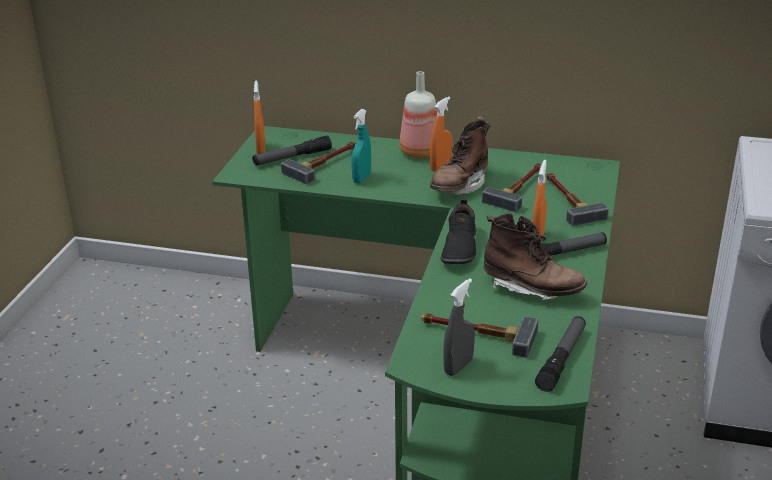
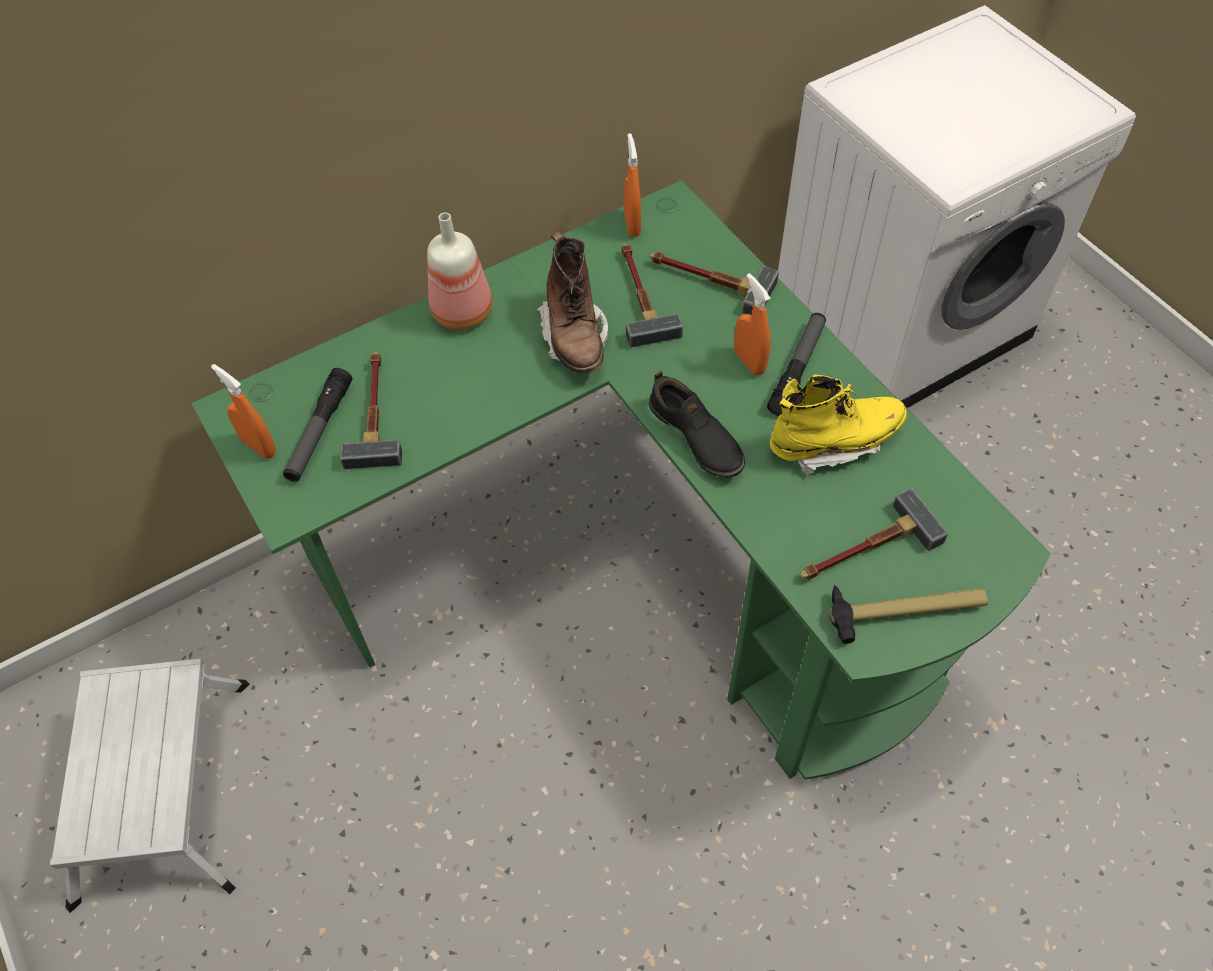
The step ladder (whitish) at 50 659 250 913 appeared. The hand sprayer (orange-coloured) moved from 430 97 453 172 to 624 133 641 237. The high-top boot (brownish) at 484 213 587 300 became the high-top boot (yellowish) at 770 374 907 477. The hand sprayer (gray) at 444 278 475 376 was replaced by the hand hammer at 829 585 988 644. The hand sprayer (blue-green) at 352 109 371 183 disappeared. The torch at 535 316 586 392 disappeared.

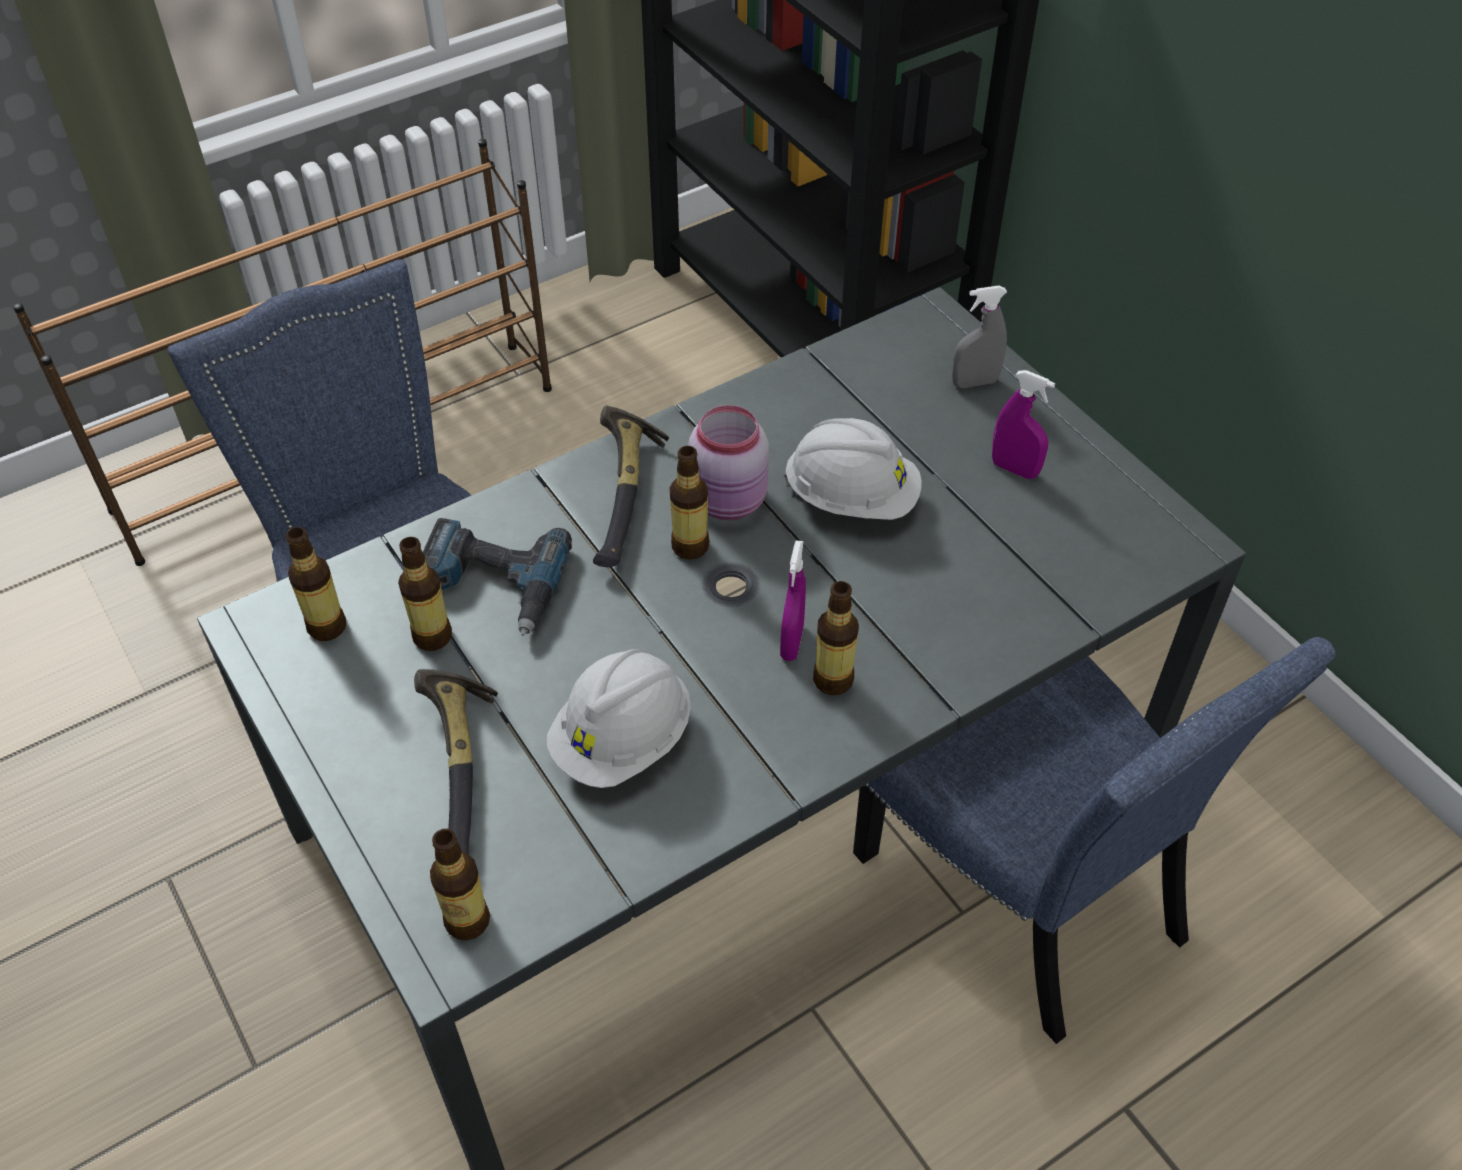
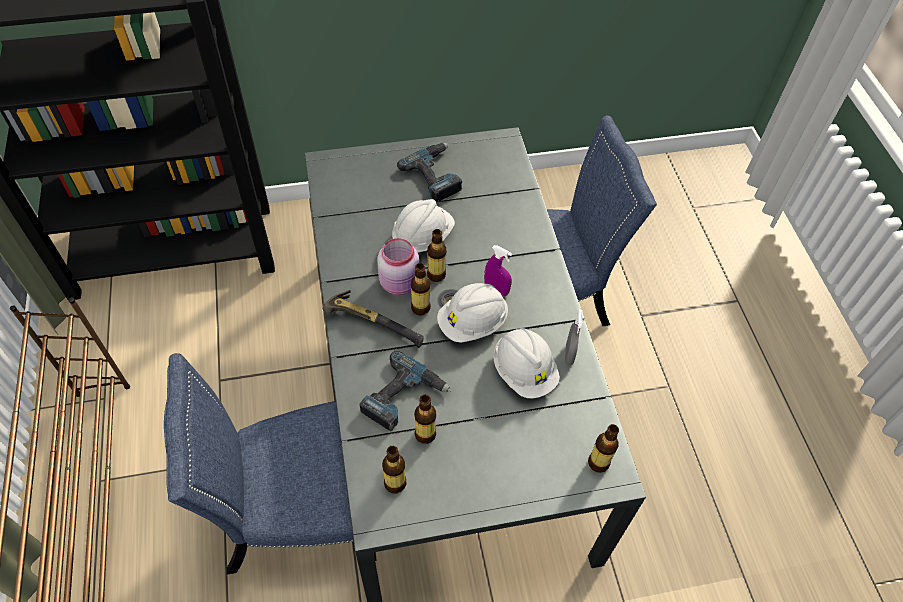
The hand sprayer (purple) at 992 370 1055 479 was replaced by the power drill at 397 143 463 202. The bottle moved from 813 581 859 695 to 427 229 446 282. The safety helmet (whitish) at 437 283 508 343 appeared. The hand sprayer (gray) moved from 952 285 1007 388 to 565 310 583 365. The hand hammer at 414 669 498 854 disappeared.

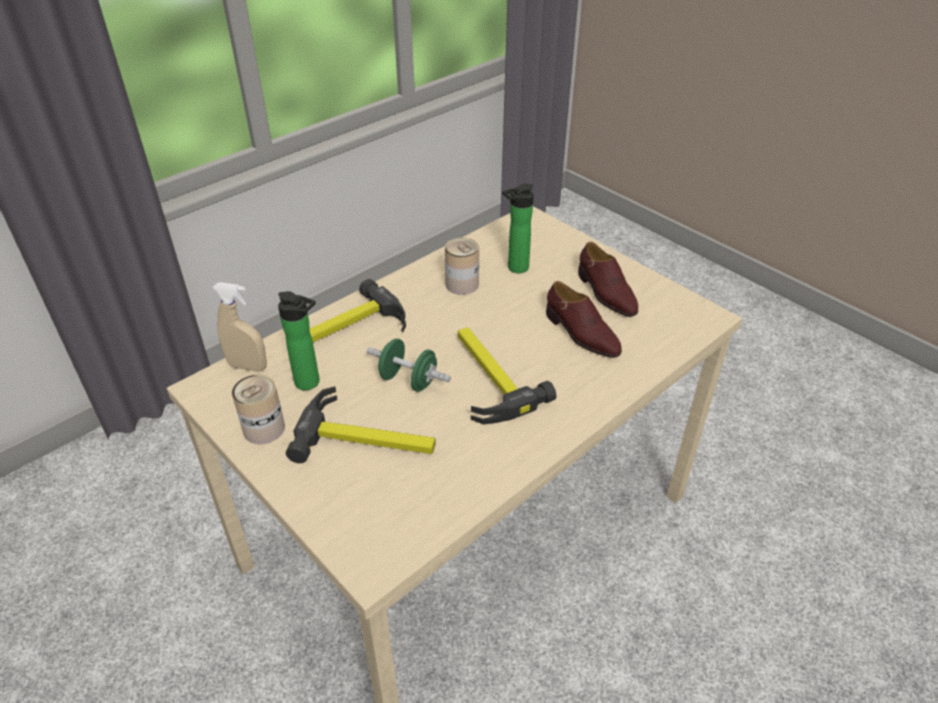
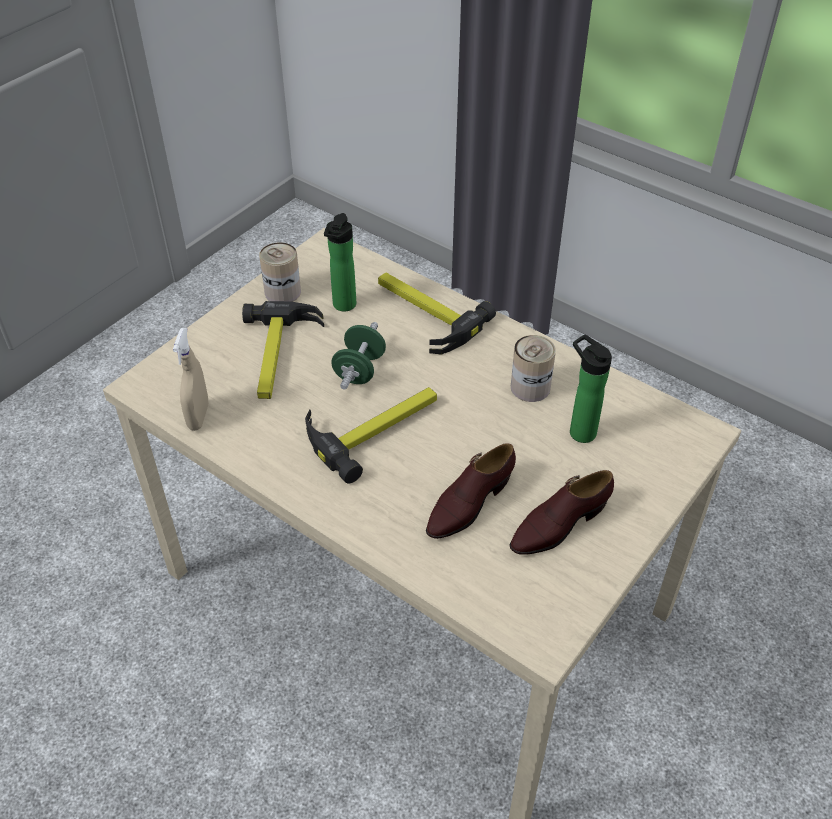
The hand sprayer (sand-coloured) moved from 213 282 267 372 to 173 328 209 431.

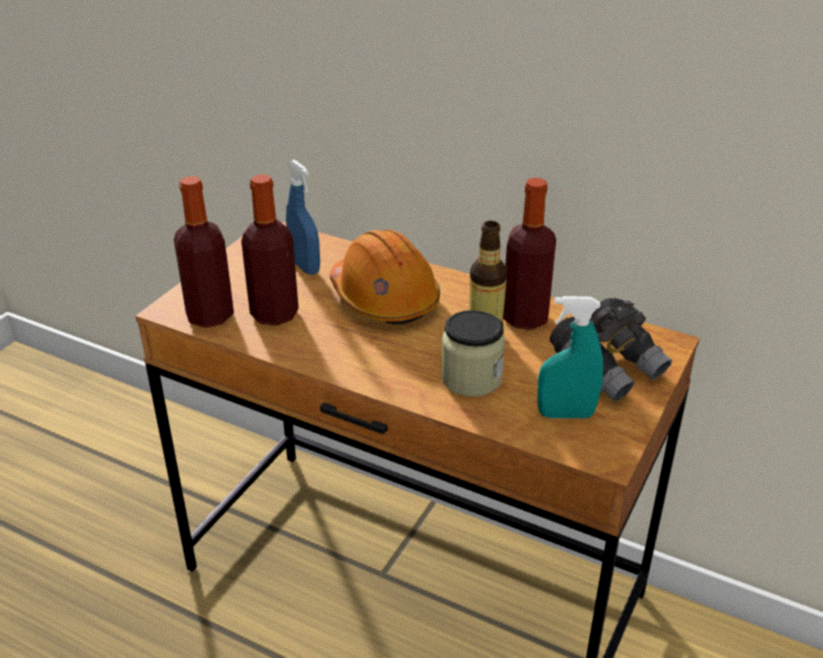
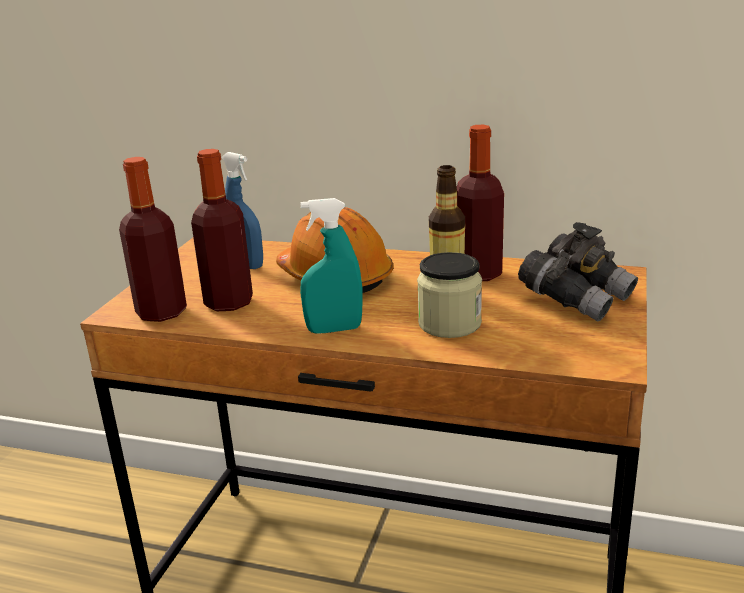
The hand sprayer (blue-green) moved from 537 296 603 418 to 300 198 363 334.

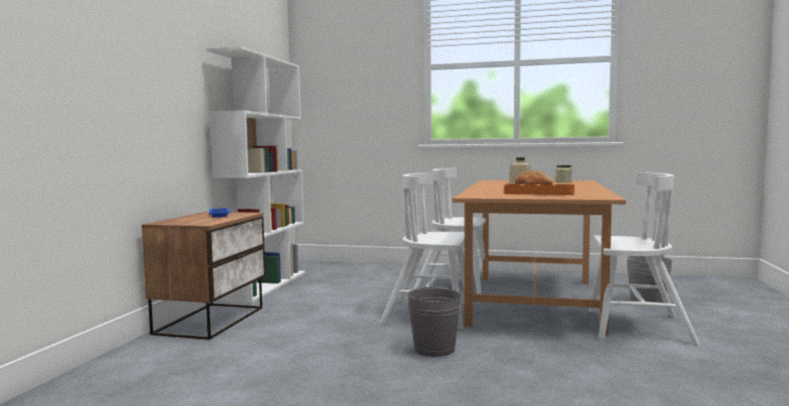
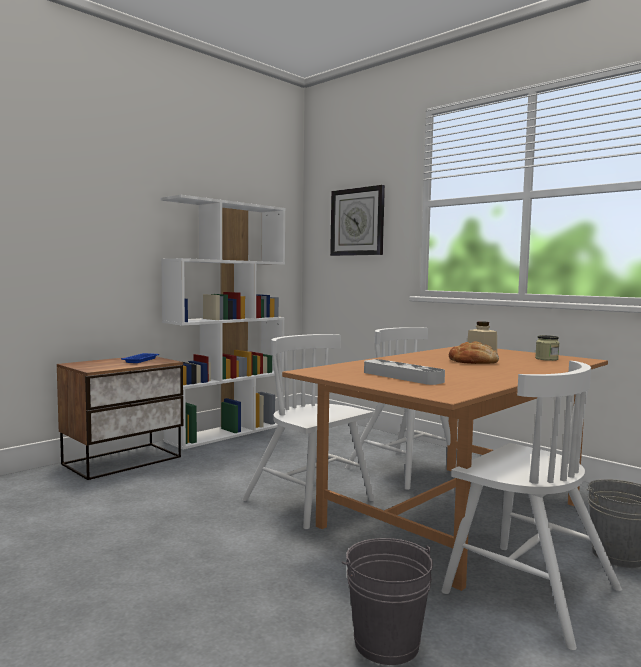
The wall clock at 330 185 385 256 appeared. The water bucket (gray) moved from 407 285 462 357 to 342 538 433 665. The serving tray (orange-coloured) at 504 184 575 195 became the serving tray (gray) at 364 359 445 385.

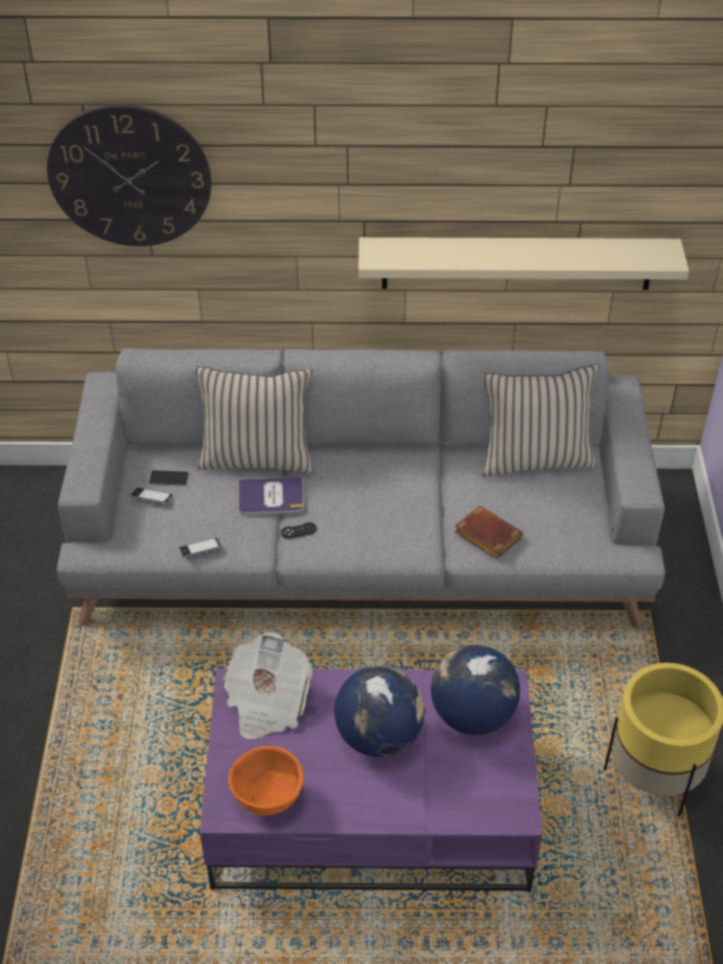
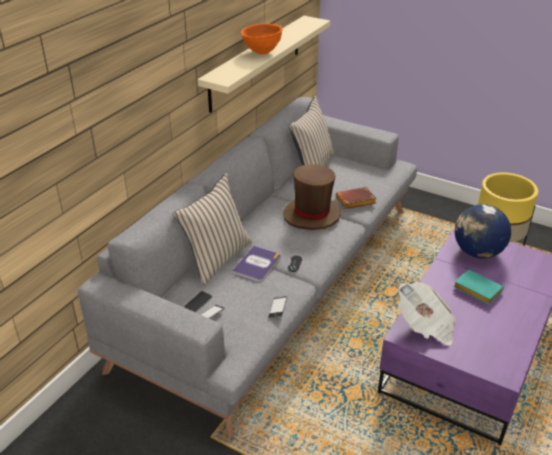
The serving bowl (orange-coloured) moved from 228 746 304 816 to 241 23 283 54. The wearable hat (brownish) at 283 165 341 230 appeared. The globe at 334 666 425 757 was replaced by the volume (blue-green) at 453 270 504 305. The wall clock at 47 104 212 246 disappeared.

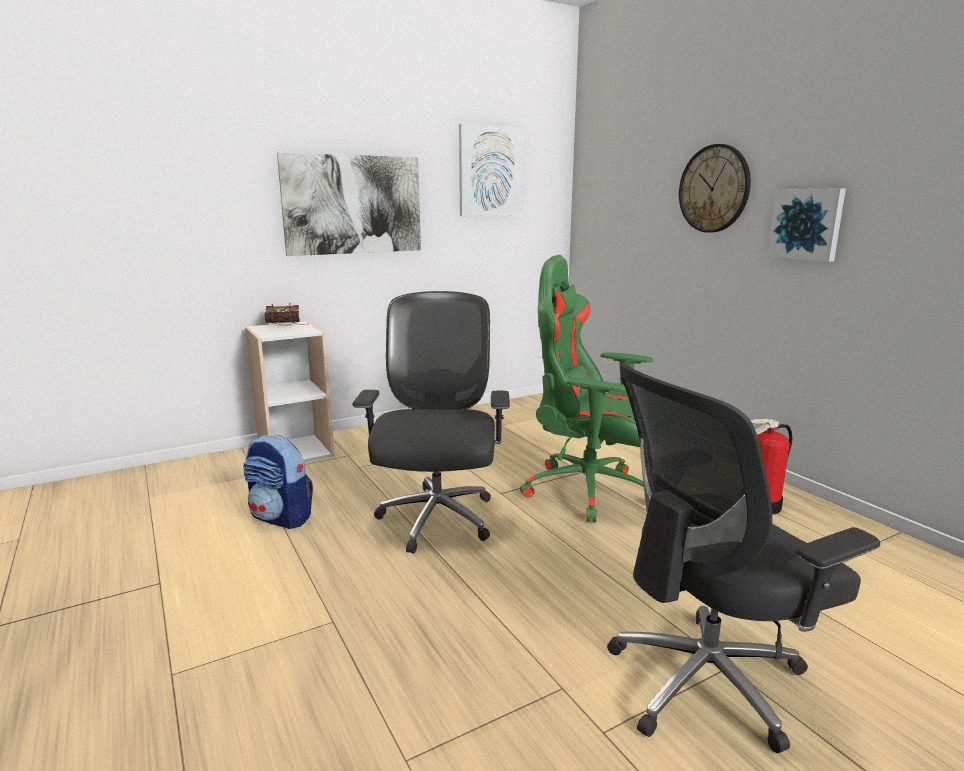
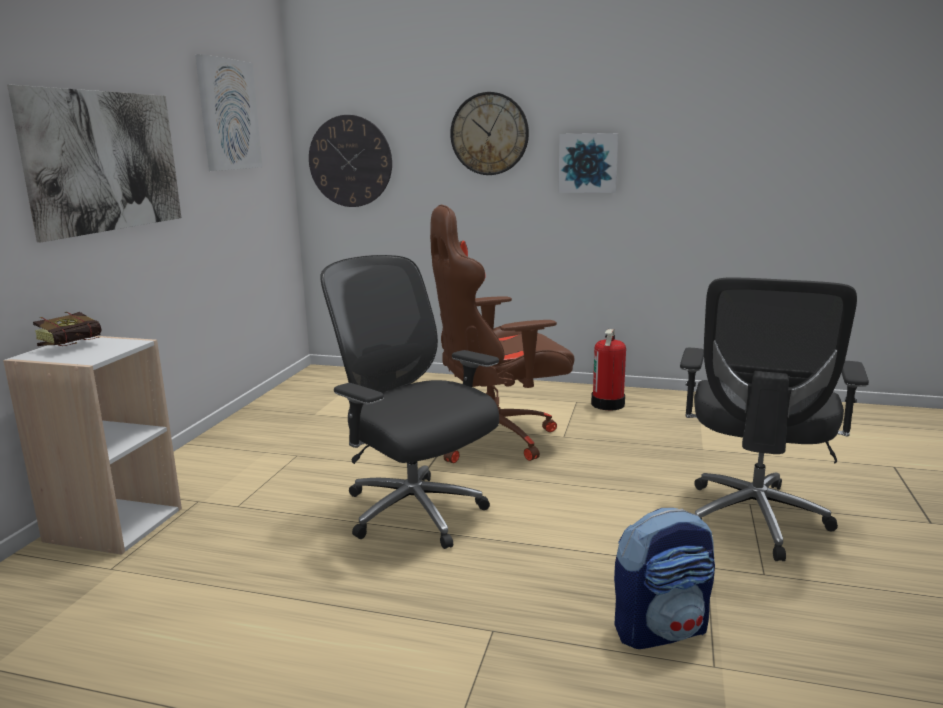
The wall clock at 309 115 392 207 appeared. The office chair (green) at 520 255 653 522 became the office chair (brownish) at 430 205 574 463. The backpack moved from 243 435 313 529 to 614 508 715 649.

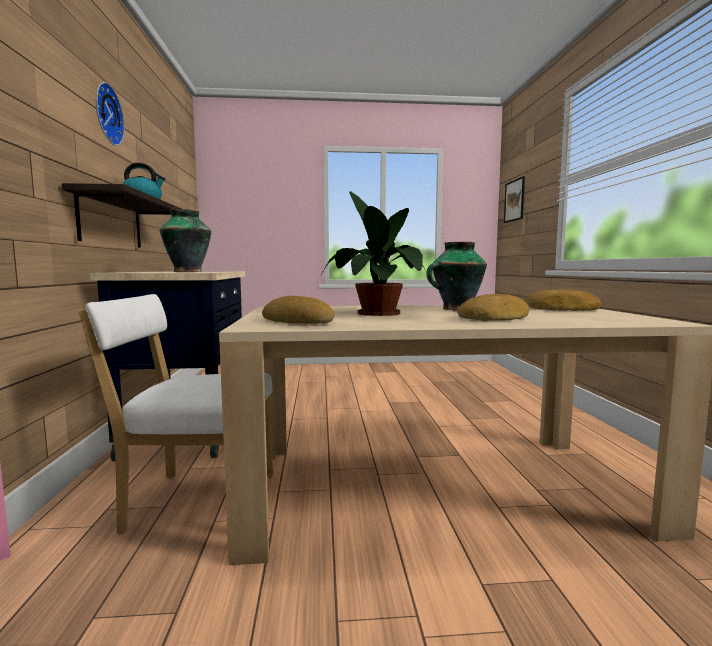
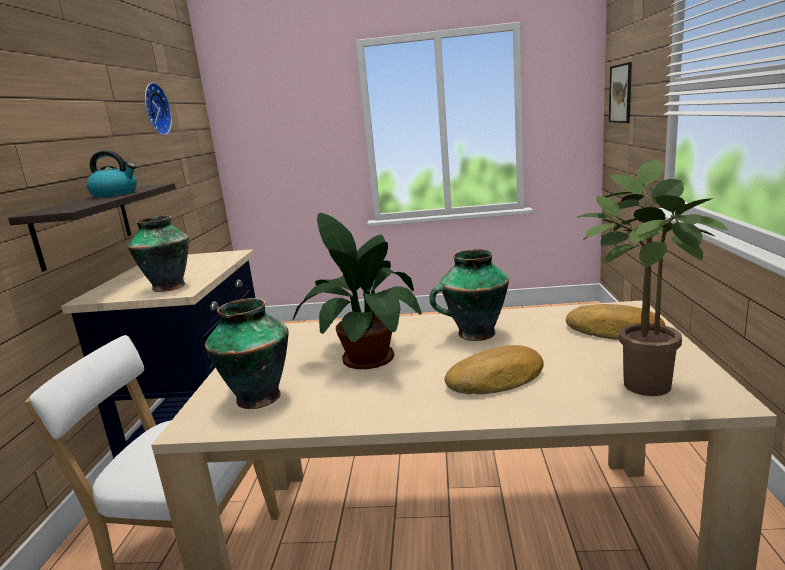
The wall clock moved from 96 82 125 146 to 145 82 172 135. The baked bread at 262 296 334 324 was replaced by the flower vase at 205 298 288 409. The plant in a pot at 577 160 728 396 appeared.

